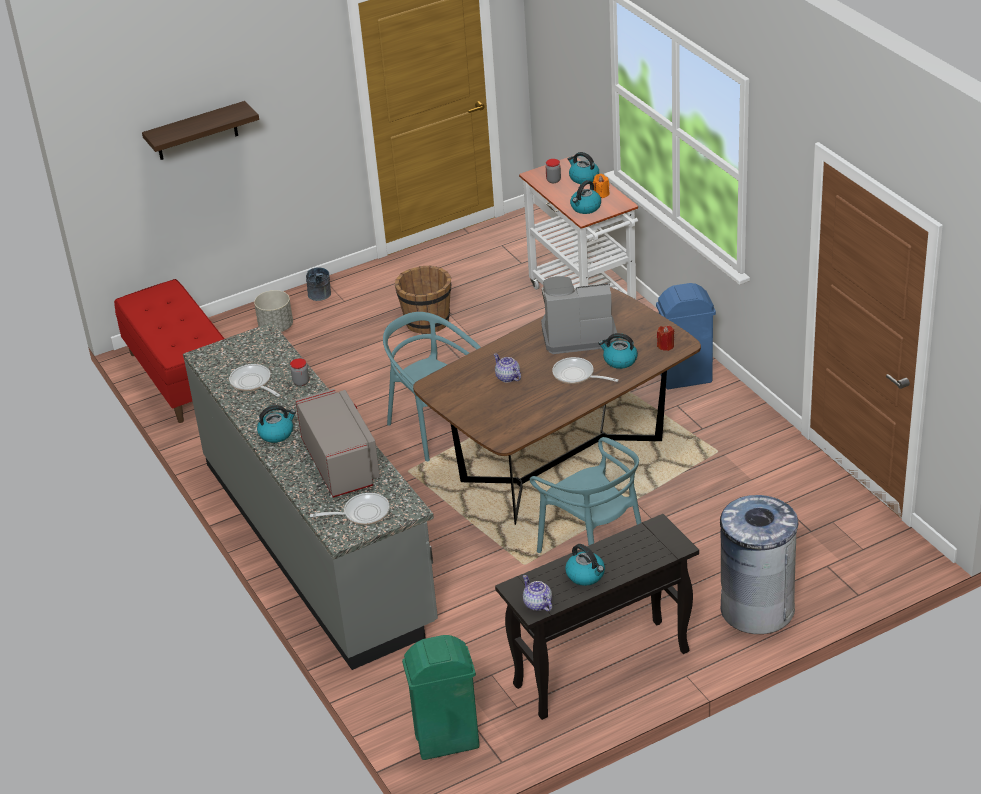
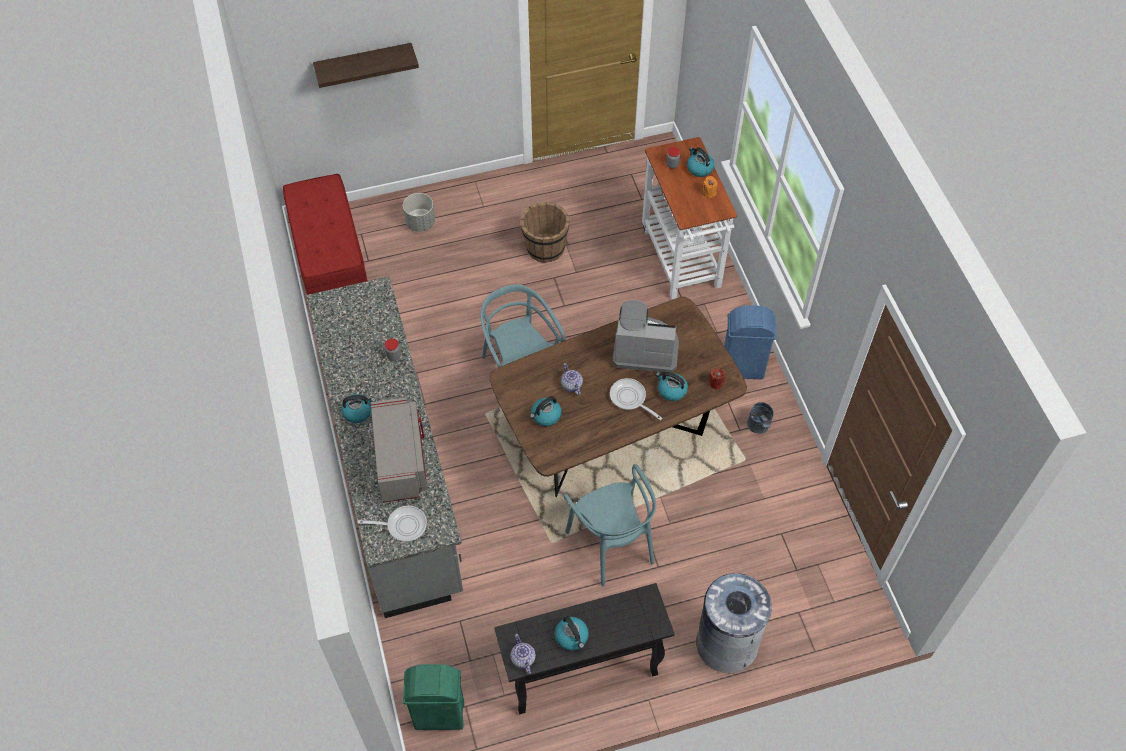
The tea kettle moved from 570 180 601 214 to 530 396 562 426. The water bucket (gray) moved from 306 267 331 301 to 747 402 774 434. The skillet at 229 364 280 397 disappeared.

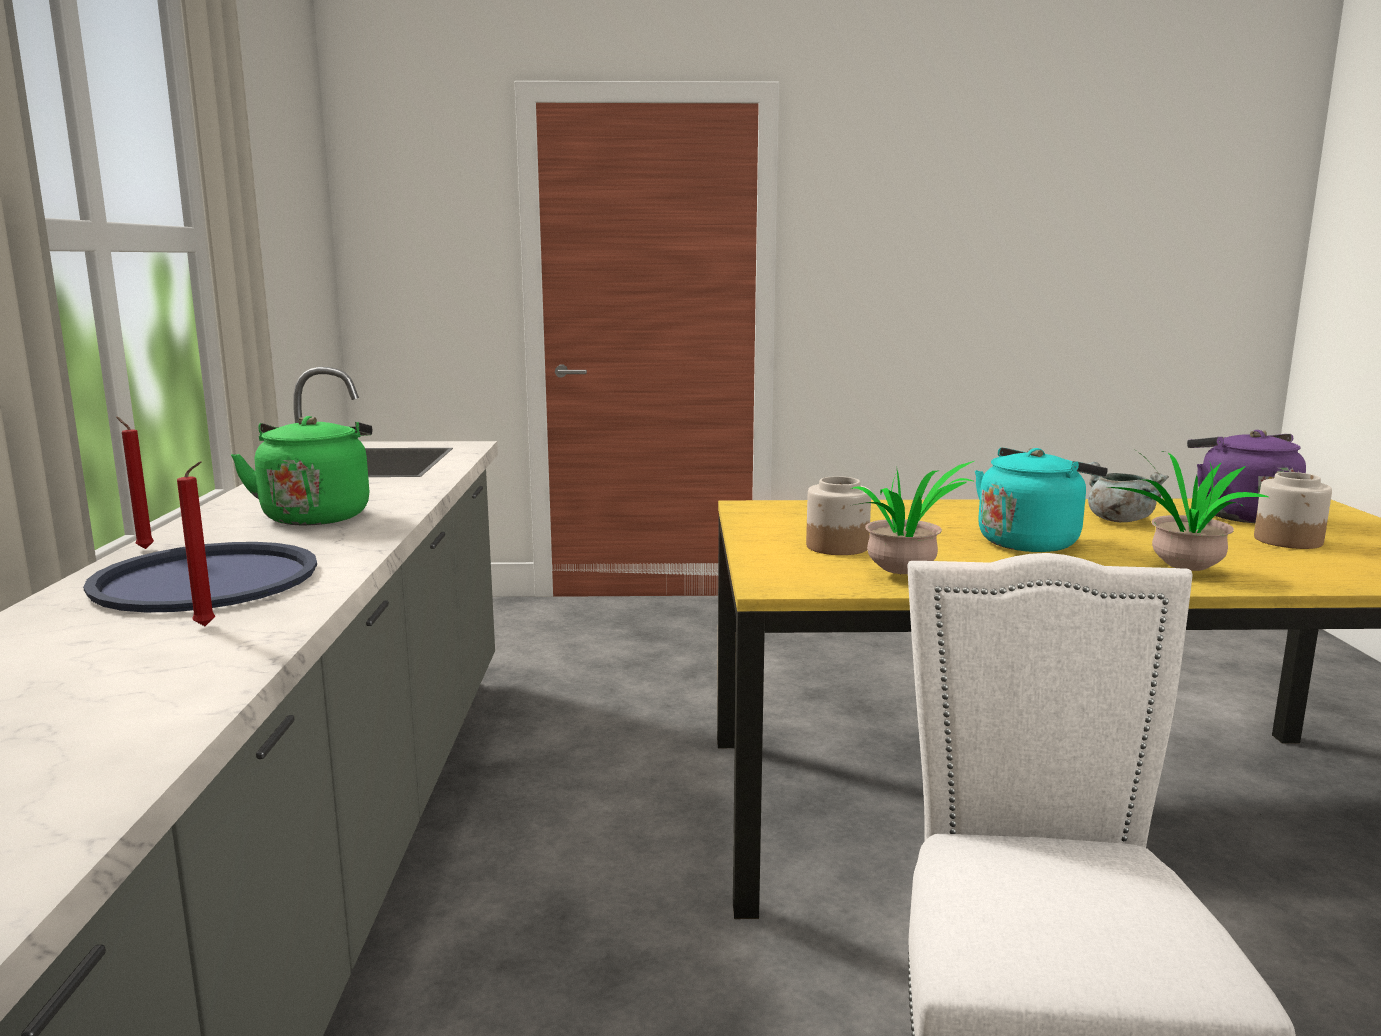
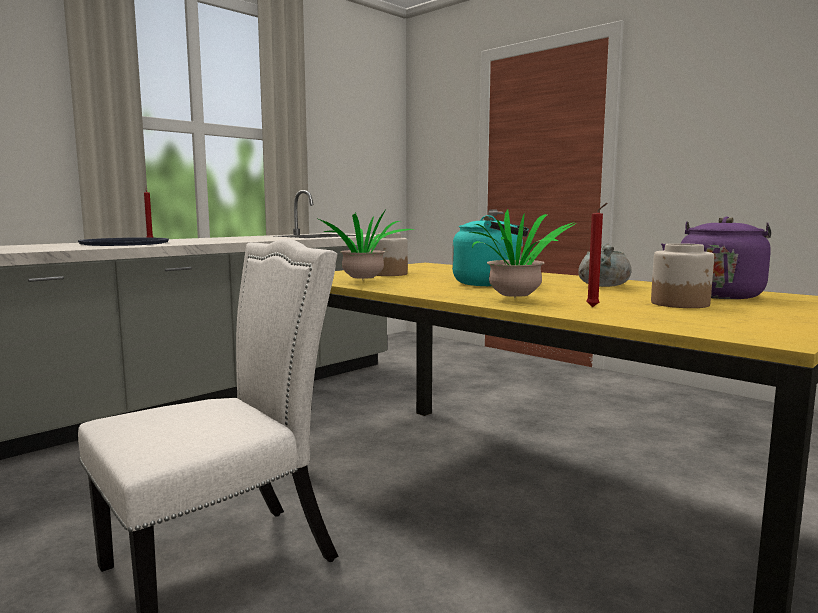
The wax light (red) moved from 177 461 215 626 to 586 203 608 307. The tea kettle (green) at 231 416 372 526 disappeared.

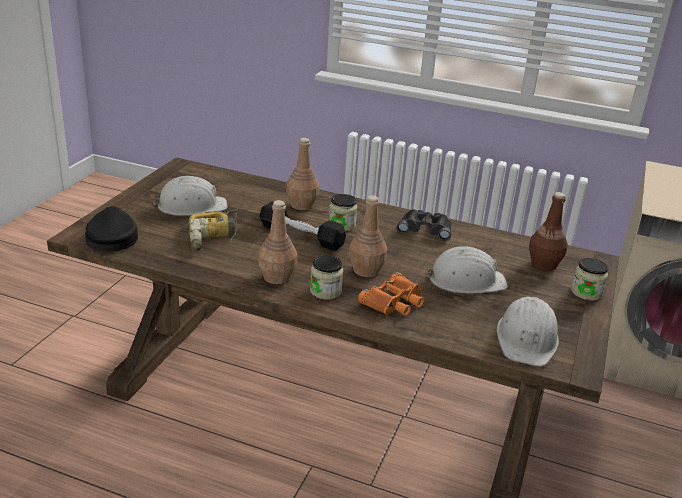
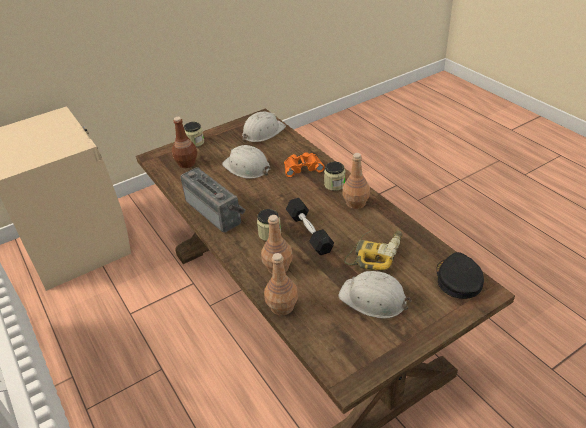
The pair of binoculars (black) at 397 209 451 241 was replaced by the radio receiver at 180 167 245 232. The bottle (brownish) moved from 349 195 387 277 to 264 253 298 316. The baseball cap (black) at 85 206 138 251 turned 150 degrees clockwise.

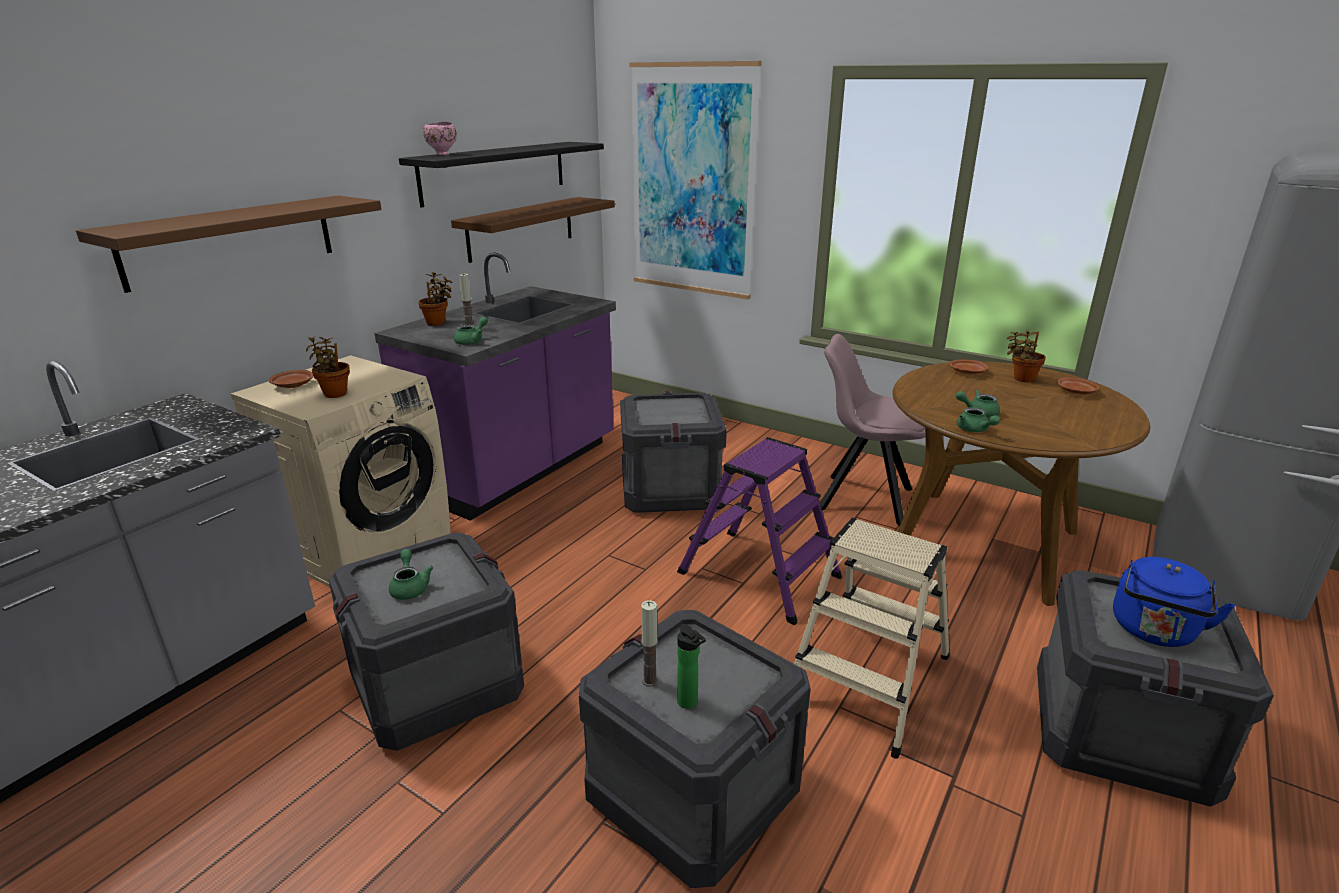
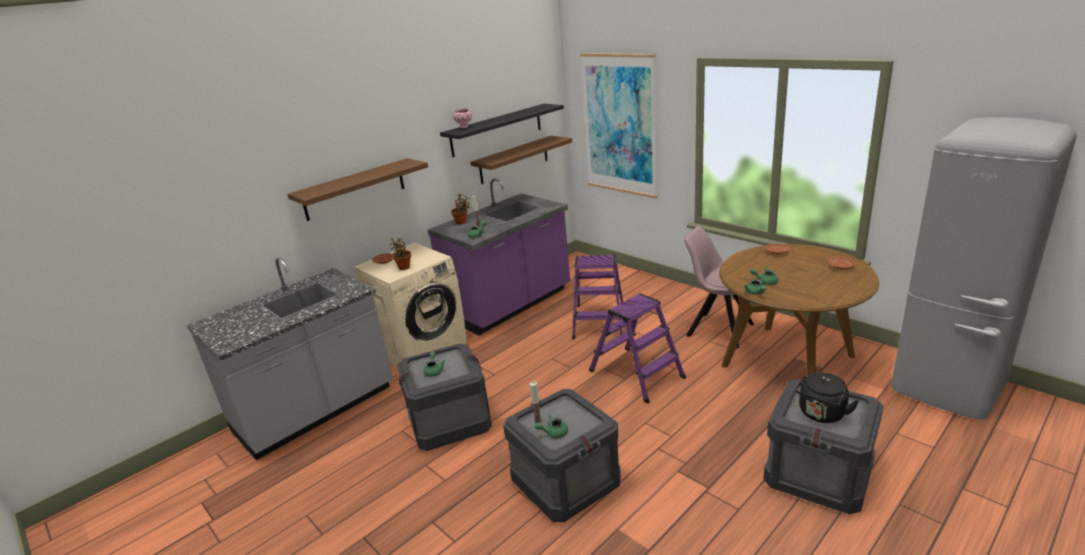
The bottle at 677 625 706 709 was replaced by the teapot (green) at 535 414 568 438. The packing crate at 620 391 727 513 was replaced by the step ladder (purple) at 572 254 624 340. The tea kettle (blue-coloured) at 1113 557 1235 647 became the tea kettle (black) at 795 373 859 423. The step ladder (sand-coloured) at 794 517 950 759 disappeared. The plant in a pot at 1007 330 1046 382 disappeared.

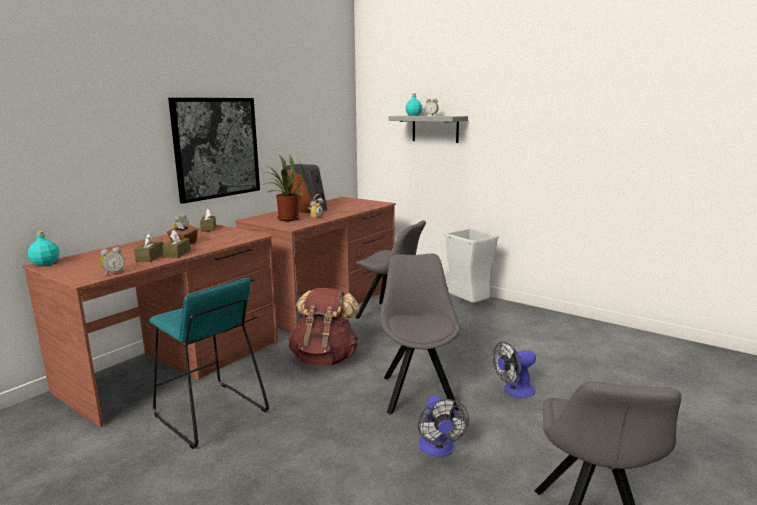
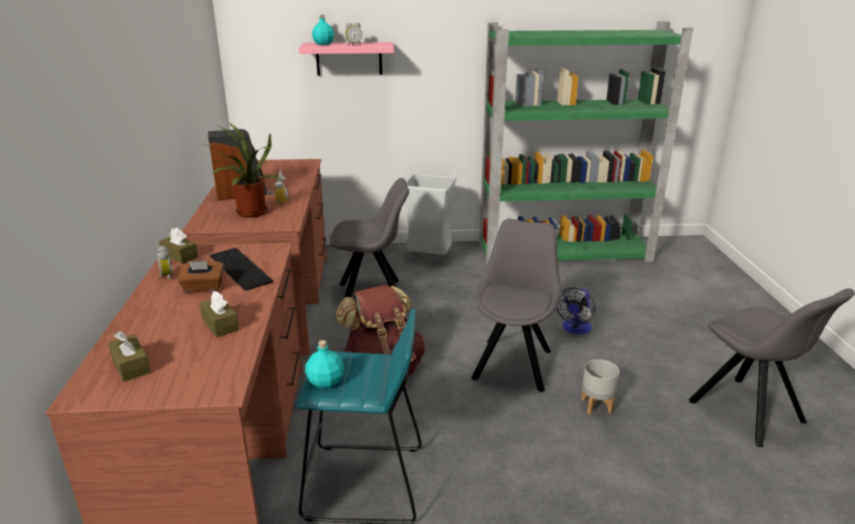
The tissue holder (brownish) moved from 162 230 191 258 to 108 331 151 382. The computer keyboard at 210 248 273 291 appeared. The wall shelf (gray) at 388 116 468 143 became the wall shelf (pink-coloured) at 299 42 394 76. The bottle (blue-green) moved from 28 231 60 266 to 305 340 344 388. The chair (gray) at 380 254 460 415 turned 60 degrees clockwise. The bookshelf (green) at 479 21 693 265 appeared. The cooling fan at 418 395 469 457 was replaced by the planter (gray) at 581 359 619 415. The bedside clock at 100 247 125 276 disappeared. The wall picture at 168 98 260 204 disappeared.

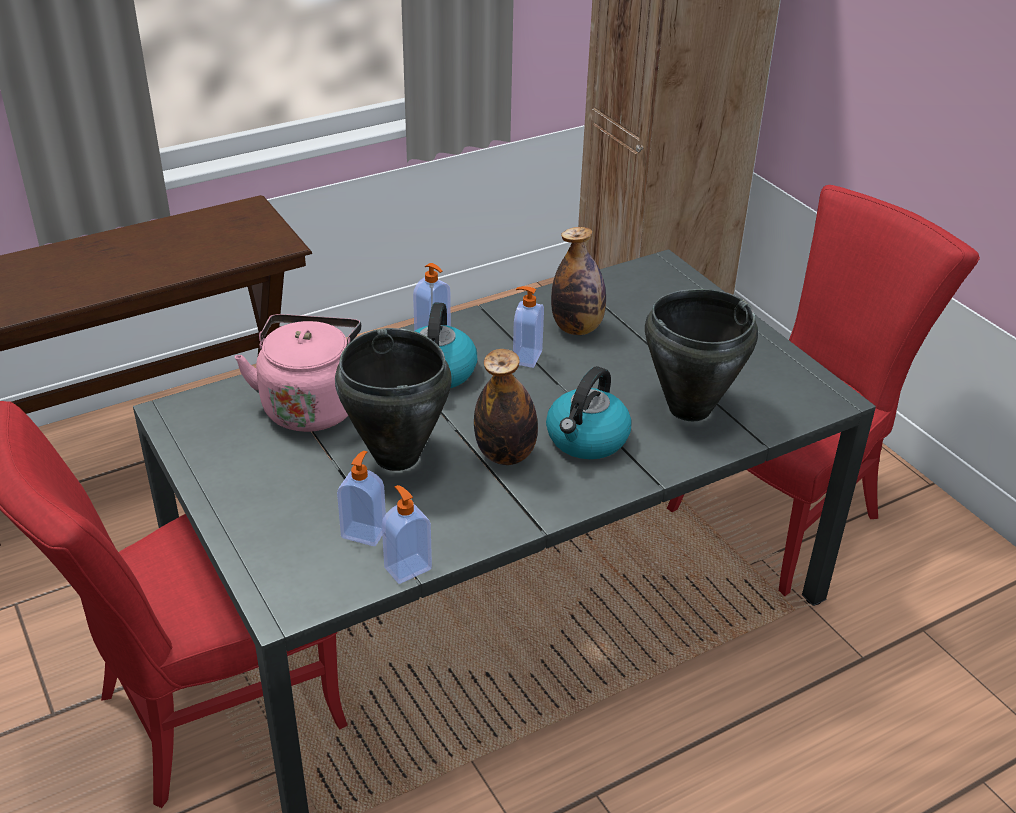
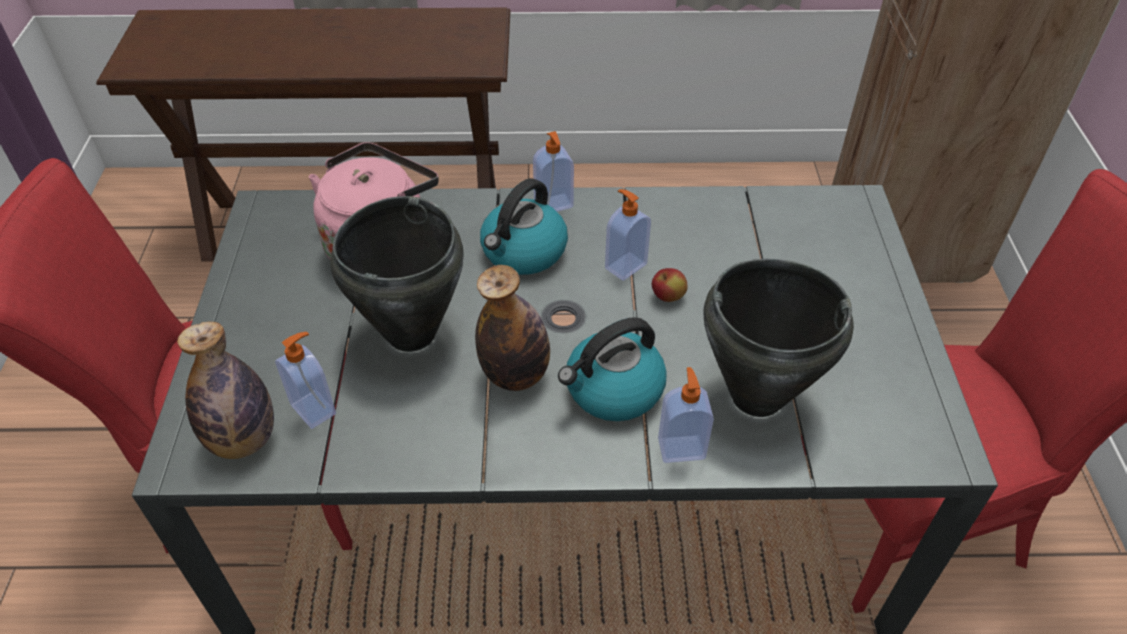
The bottle moved from 551 227 606 335 to 177 322 274 459. The apple fruit at 652 268 688 302 appeared. The soap bottle moved from 382 485 432 584 to 658 367 714 463.

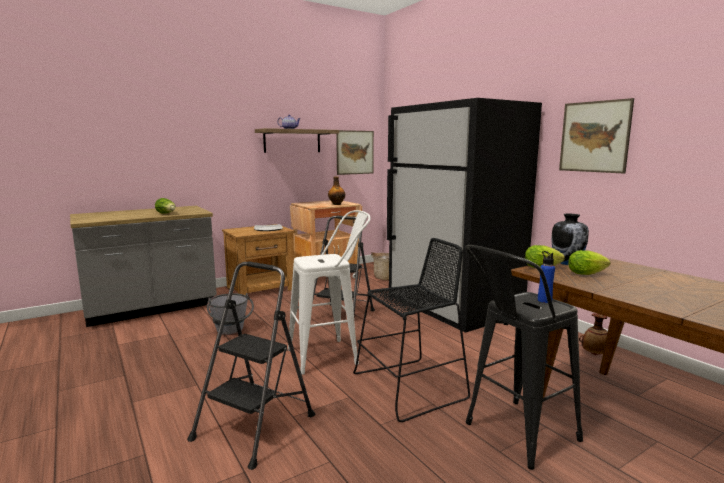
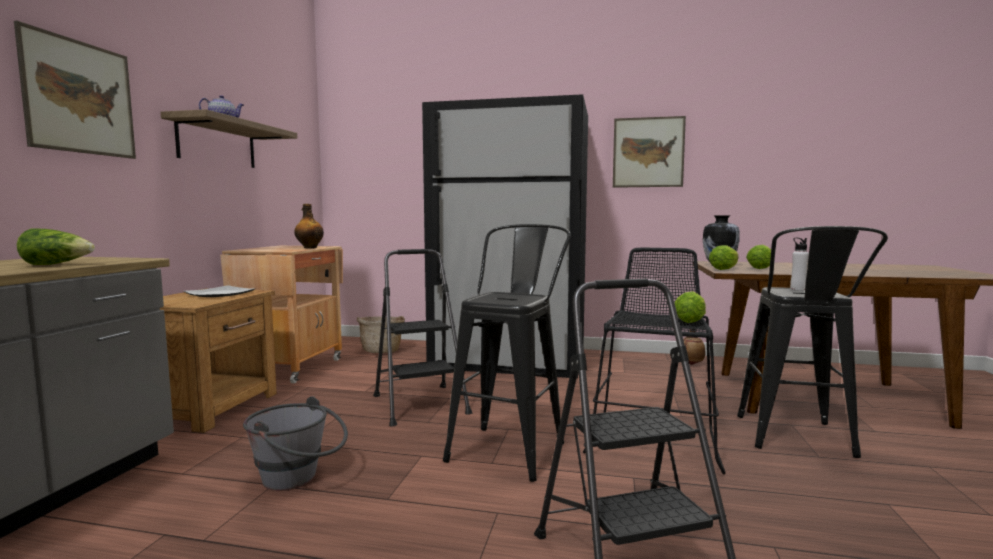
The wall picture moved from 336 130 374 175 to 14 21 136 159. The sitting stool (whitish) at 288 210 371 375 became the sitting stool (black) at 443 224 571 482. The lettuce head at 674 291 706 323 appeared. The bottle (blue-coloured) at 538 251 555 303 became the bottle (whitish) at 790 238 809 290.

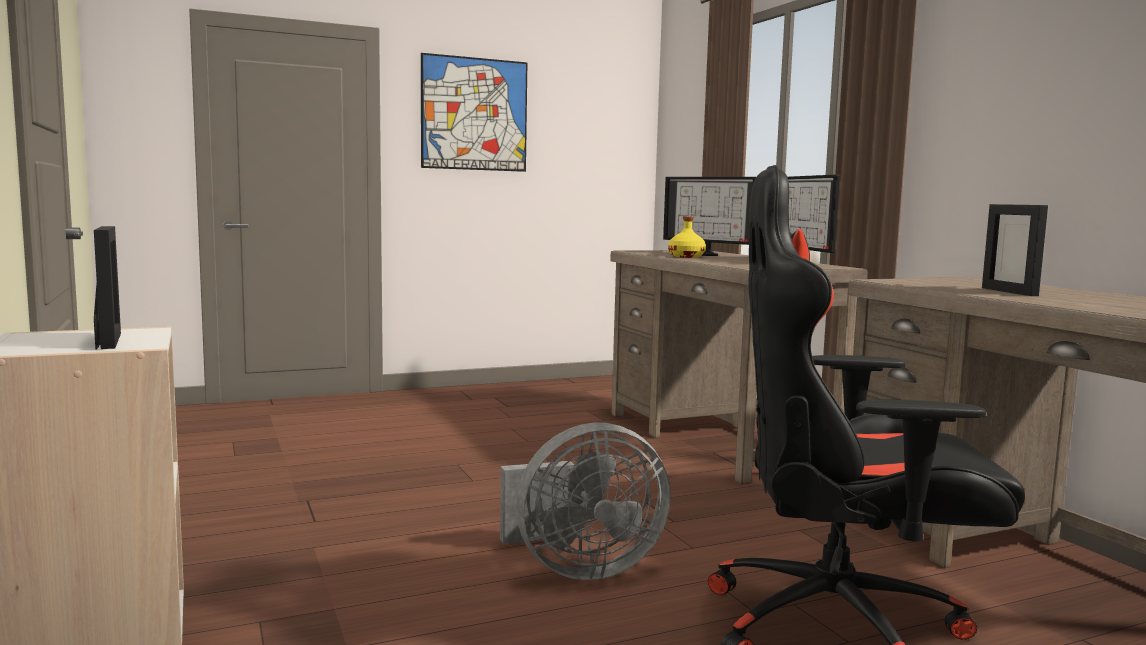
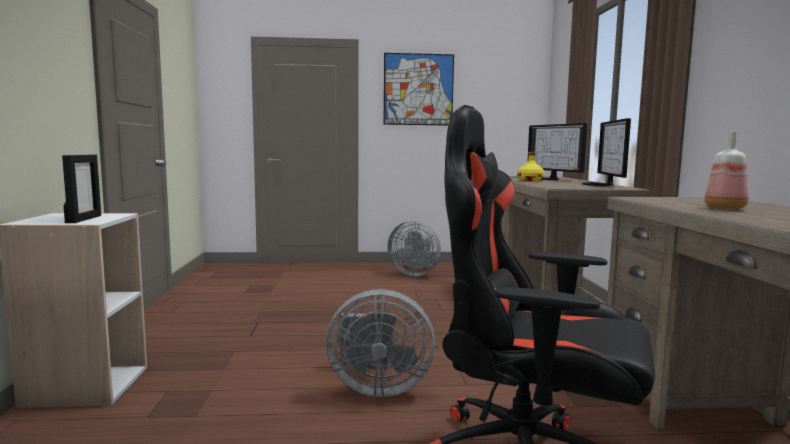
The cooling fan (gray) at 387 220 441 276 appeared. The standing frame at 982 204 1048 296 was replaced by the bottle at 704 131 748 209.

